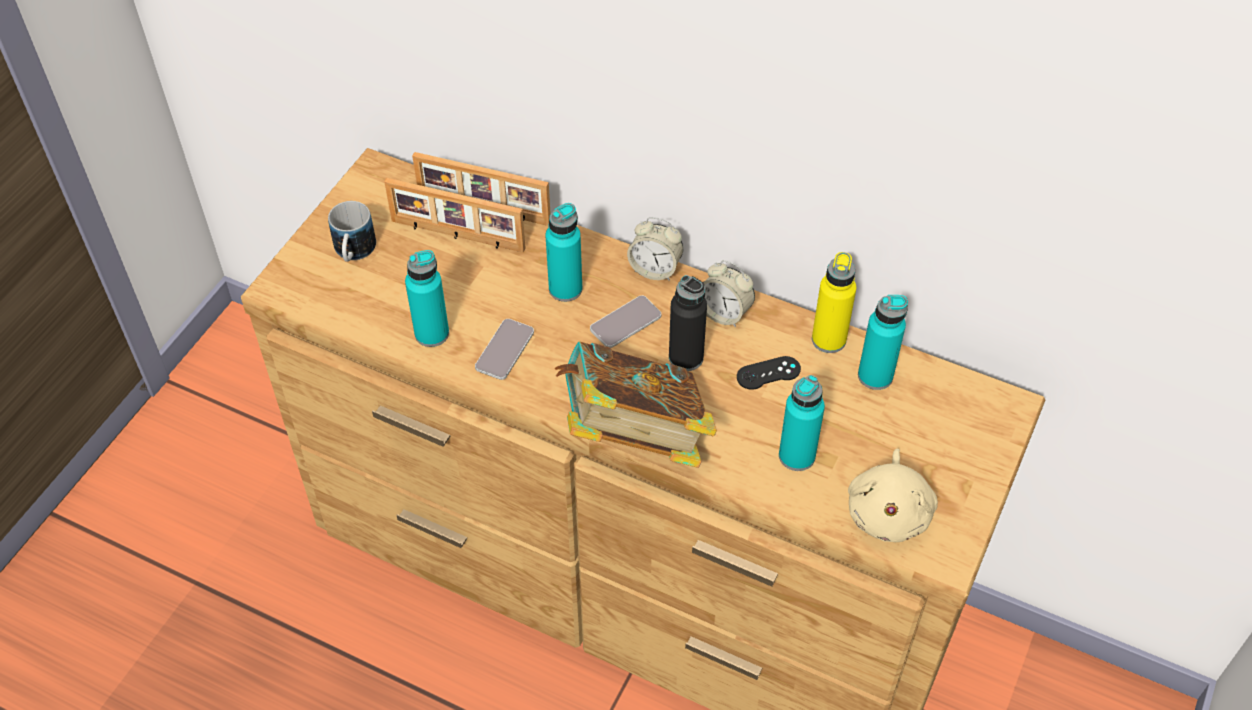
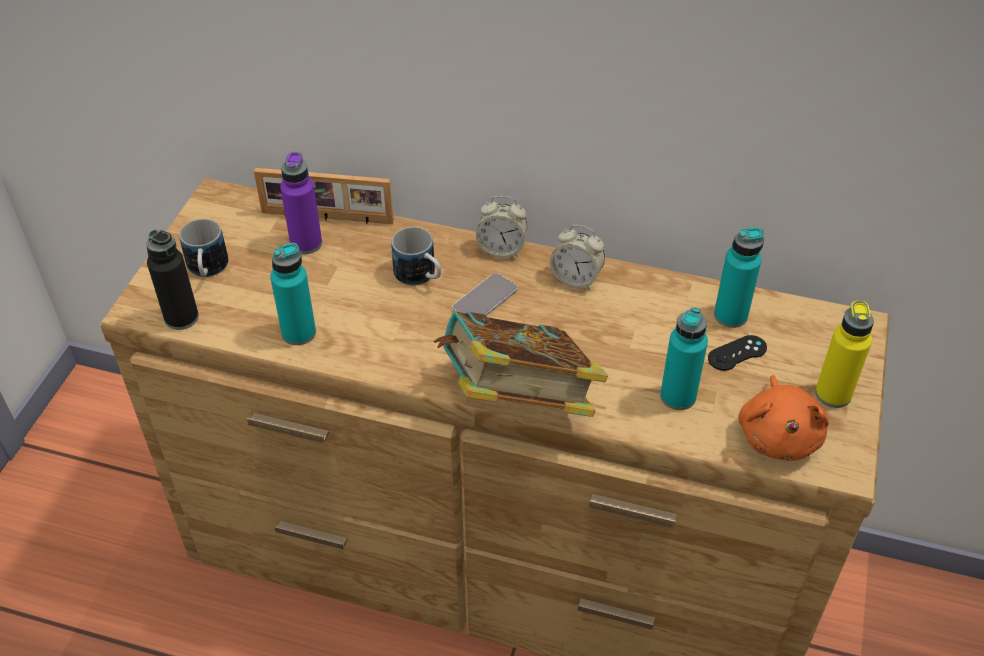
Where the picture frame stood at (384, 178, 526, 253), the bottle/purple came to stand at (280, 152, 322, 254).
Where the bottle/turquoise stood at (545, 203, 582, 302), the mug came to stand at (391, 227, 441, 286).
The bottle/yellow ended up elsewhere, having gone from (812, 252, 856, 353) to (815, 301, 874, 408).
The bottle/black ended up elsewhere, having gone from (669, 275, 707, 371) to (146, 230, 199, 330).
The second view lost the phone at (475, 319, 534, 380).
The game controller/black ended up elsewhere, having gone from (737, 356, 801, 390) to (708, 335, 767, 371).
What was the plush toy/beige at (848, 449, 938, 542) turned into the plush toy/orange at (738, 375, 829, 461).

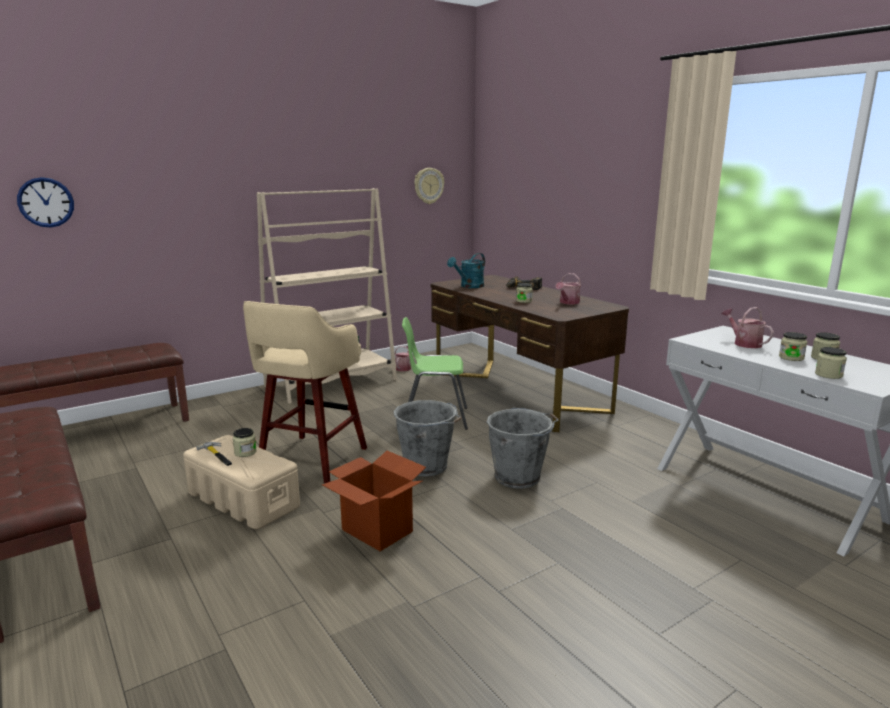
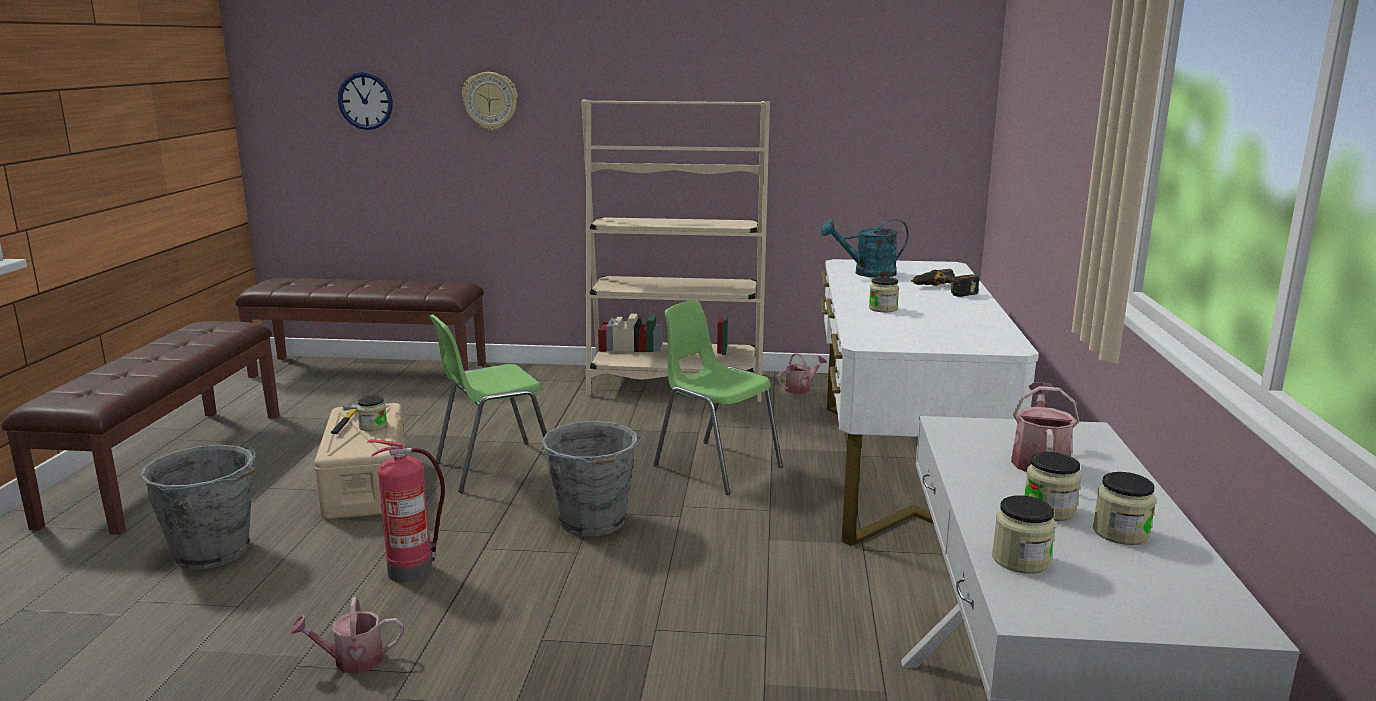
The wall clock ended up elsewhere, having gone from (414, 168, 444, 204) to (462, 72, 518, 130).
The watering can ended up elsewhere, having gone from (556, 273, 581, 304) to (289, 597, 403, 673).
What was the desk/brown at (431, 275, 629, 432) turned into the desk/white at (820, 259, 1039, 546).
Where the stool/beige stood at (243, 301, 367, 483), the chair/green came to stand at (429, 314, 547, 493).
The bucket/grey ended up elsewhere, having gone from (487, 408, 559, 489) to (140, 445, 256, 569).
Where the cardboard box stood at (322, 451, 426, 551), the fire extinguisher came to stand at (367, 439, 445, 583).

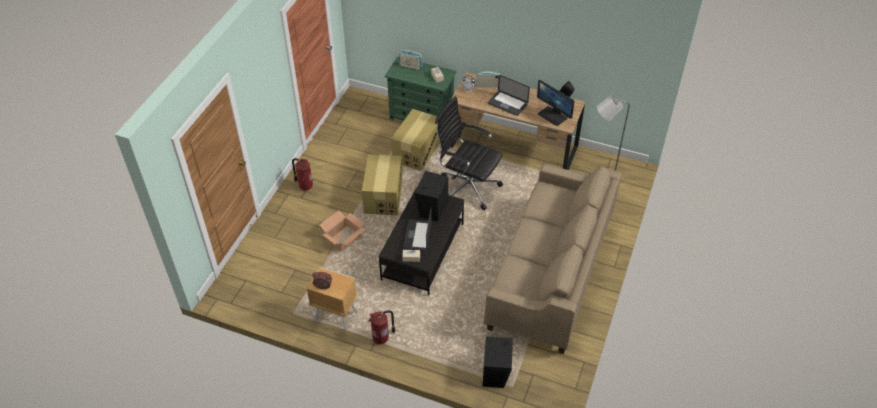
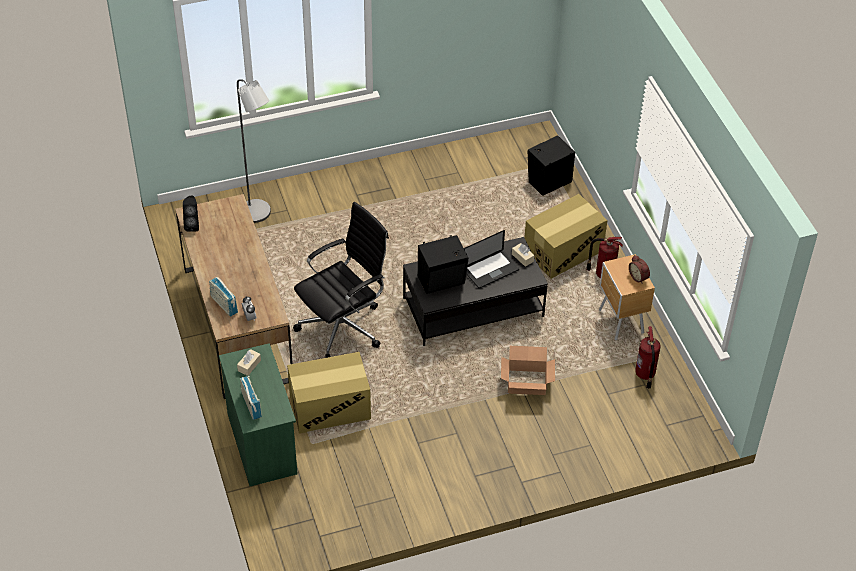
The second view lost the laptop at (488, 75, 530, 116).
The second view lost the monitor at (537, 80, 575, 126).
The office chair/black at (435, 96, 503, 210) ended up facing another way, 120 degrees counterclockwise from before.
The cardboard box ended up elsewhere, having gone from (362, 154, 403, 215) to (524, 194, 607, 279).
The fire extinguisher ended up elsewhere, having gone from (292, 158, 313, 191) to (635, 326, 660, 389).
The second view lost the sofa/beige at (484, 164, 622, 354).

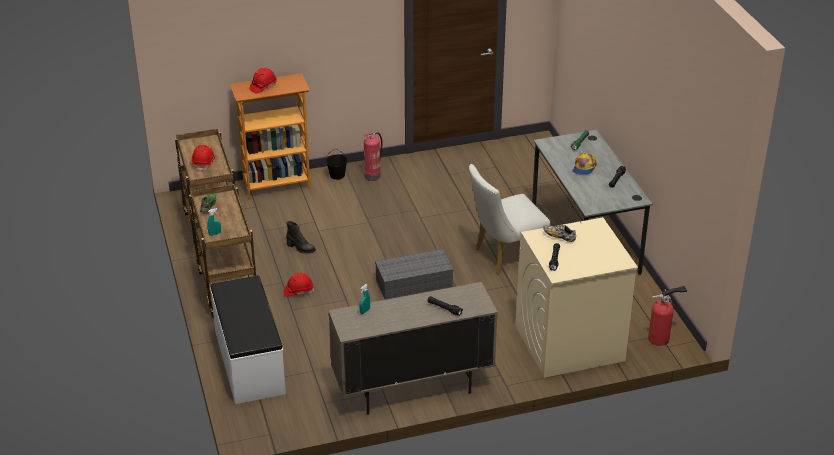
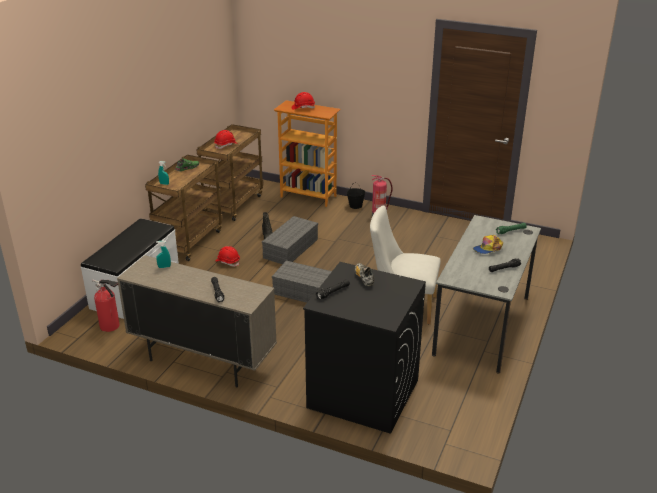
What was the washing machine/beige at (516, 217, 638, 378) turned into the washing machine/black at (303, 262, 426, 434).
The fire extinguisher ended up elsewhere, having gone from (648, 286, 687, 346) to (92, 279, 120, 332).
The second view gained the storage box/grey at (262, 216, 318, 264).

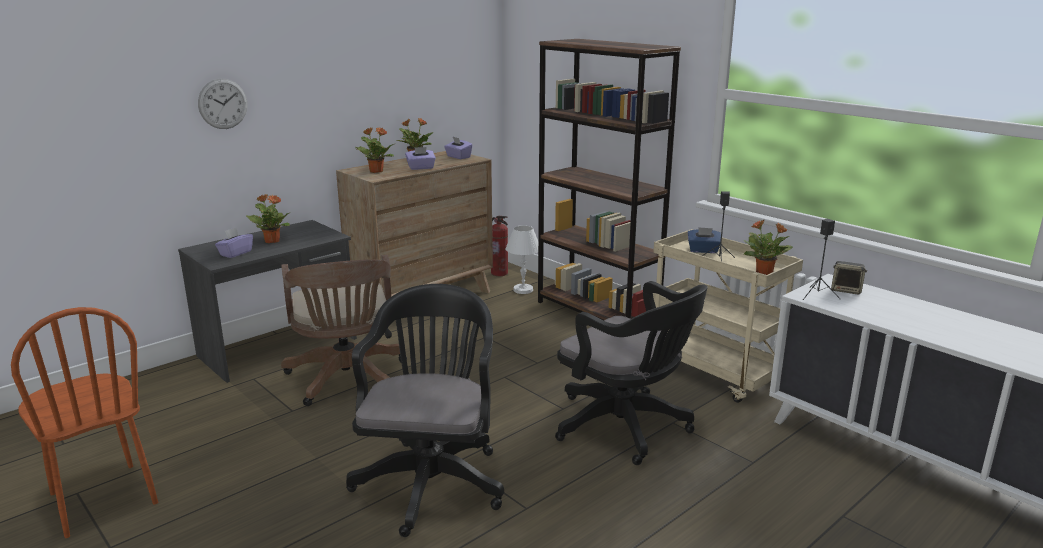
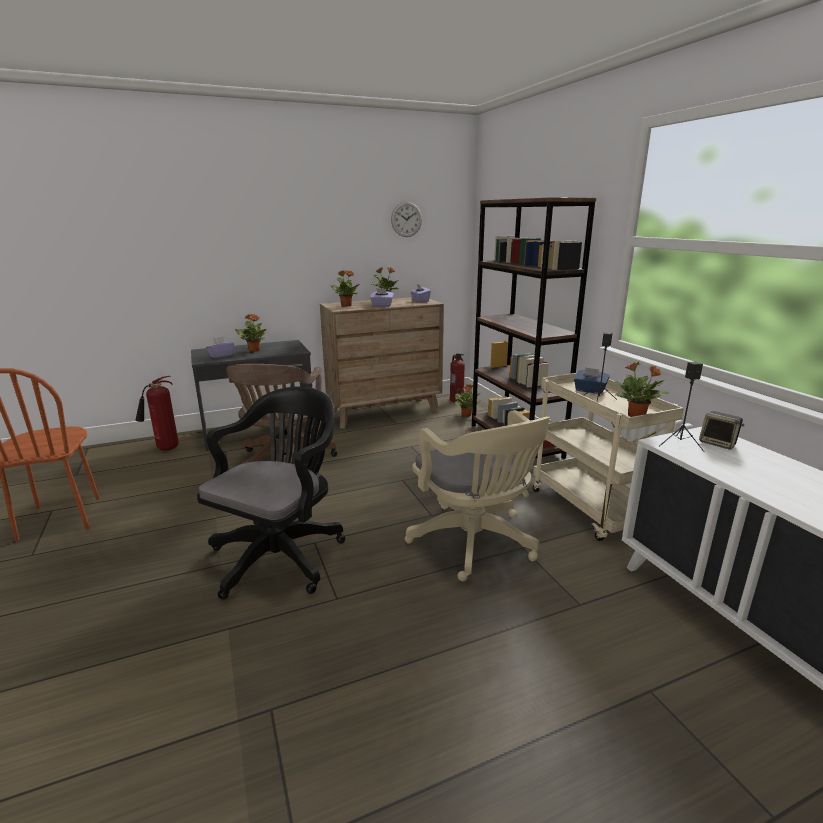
The wall clock ended up elsewhere, having gone from (198, 79, 247, 129) to (391, 202, 422, 237).
Where the table lamp/white stood at (505, 225, 538, 294), the potted plant came to stand at (455, 384, 481, 417).
What was the office chair/black at (555, 281, 708, 465) turned into the office chair/beige at (405, 410, 550, 581).
The second view gained the fire extinguisher at (136, 376, 178, 451).

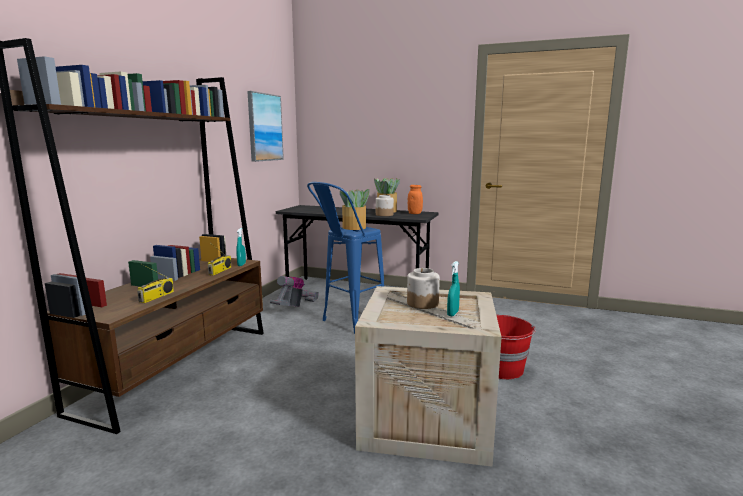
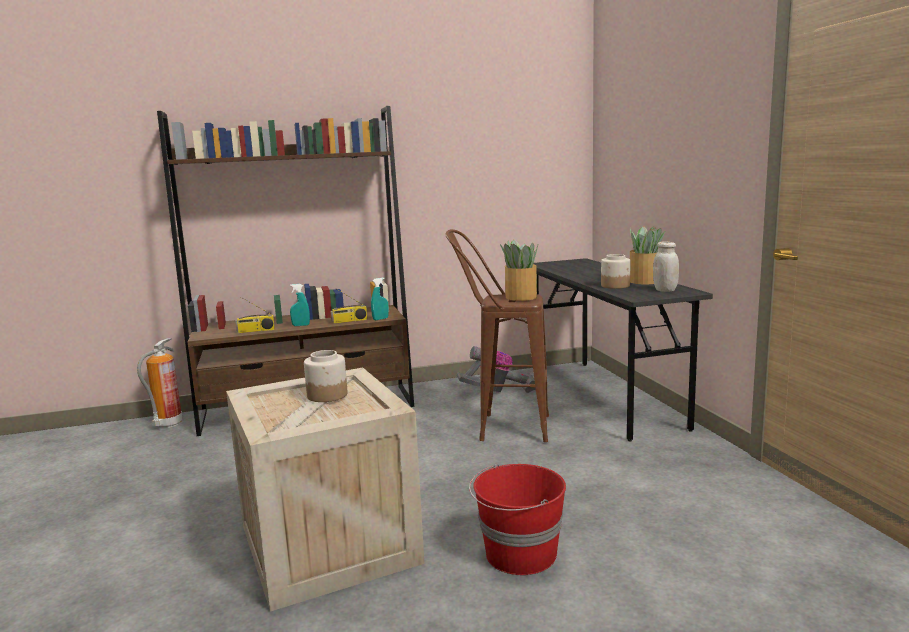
The second view lost the picture at (247, 91, 284, 162).
What was the stool/blue at (307, 182, 384, 334) turned into the stool/brown at (446, 229, 549, 442).
What was the jar/orange at (408, 185, 423, 214) turned into the jar/white at (653, 241, 679, 292).
The spray bottle/turquoise ended up elsewhere, having gone from (447, 261, 460, 316) to (290, 284, 310, 326).
The second view gained the fire extinguisher at (137, 338, 183, 428).

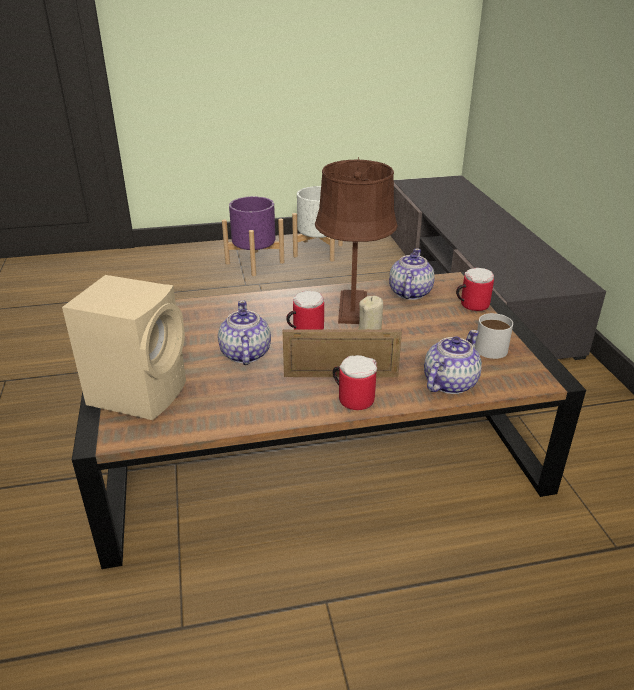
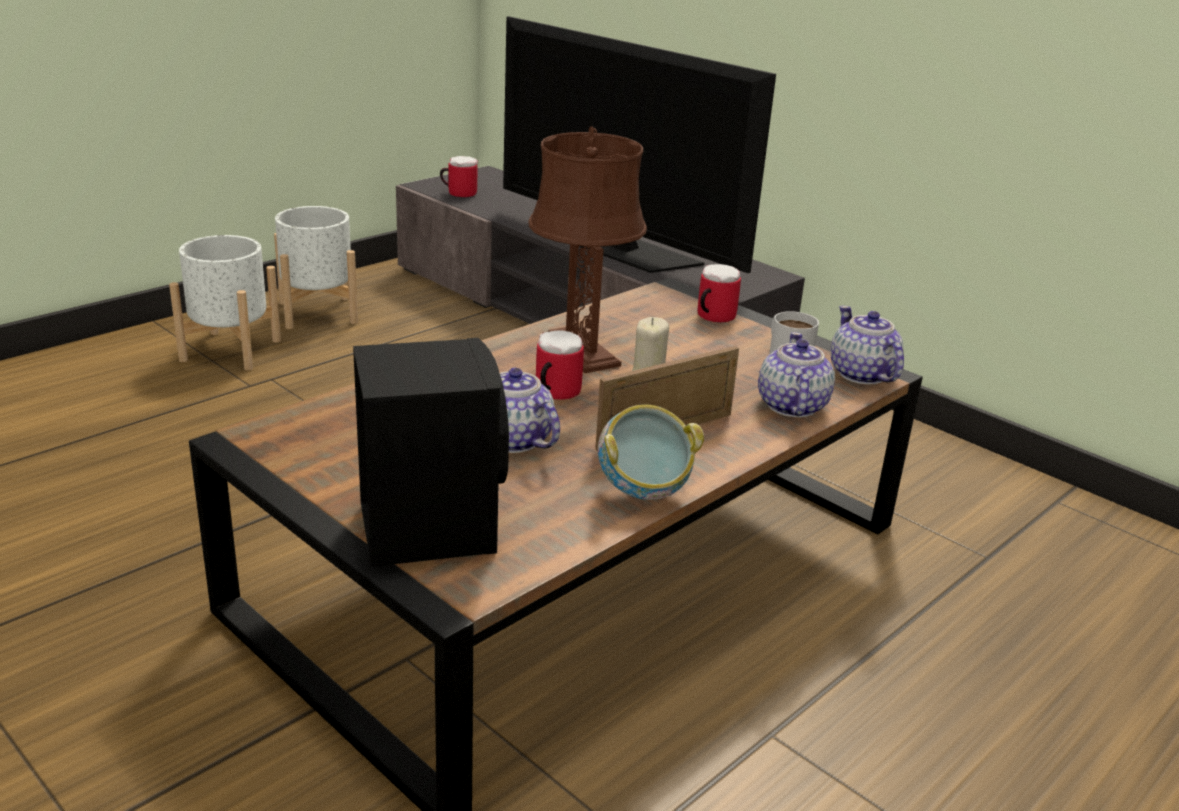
What was the planter/purple at (222, 196, 284, 276) turned into the planter/white at (169, 235, 281, 370).
The teapot ended up elsewhere, having gone from (389, 248, 435, 300) to (831, 306, 904, 384).
What was the speaker/beige at (62, 275, 186, 420) turned into the speaker/black at (353, 338, 509, 567).
The mug ended up elsewhere, having gone from (333, 355, 377, 410) to (440, 156, 478, 197).
The second view gained the television at (503, 16, 776, 273).
The second view gained the bowl at (598, 405, 704, 500).

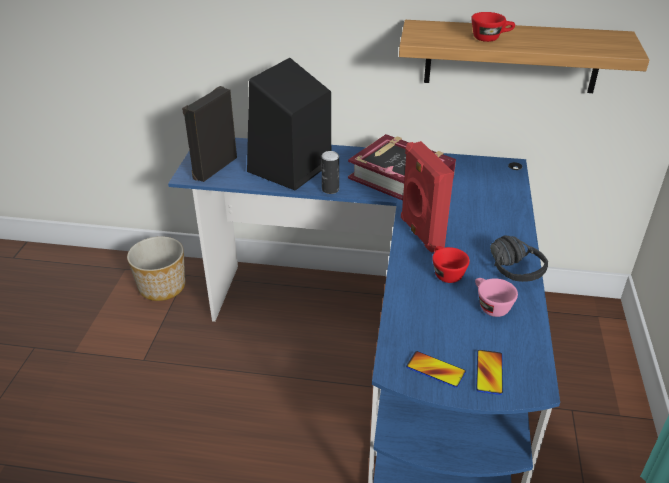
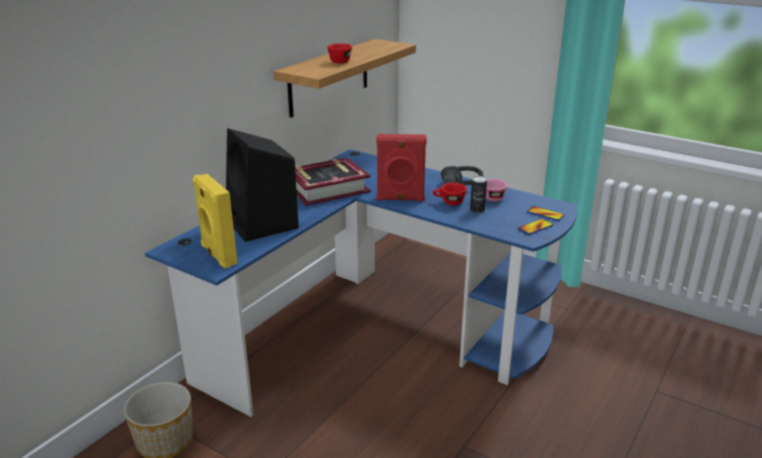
What was the speaker/black at (182, 86, 237, 182) turned into the speaker/yellow at (193, 174, 237, 268).
The can ended up elsewhere, having gone from (321, 151, 339, 194) to (470, 176, 487, 213).

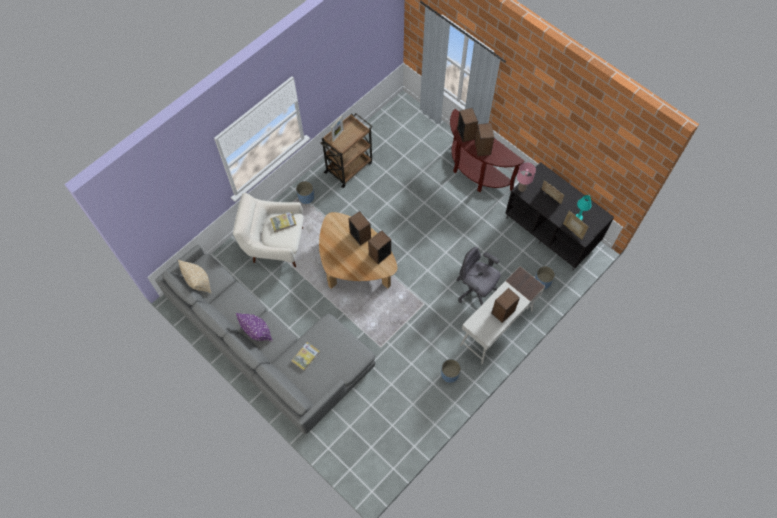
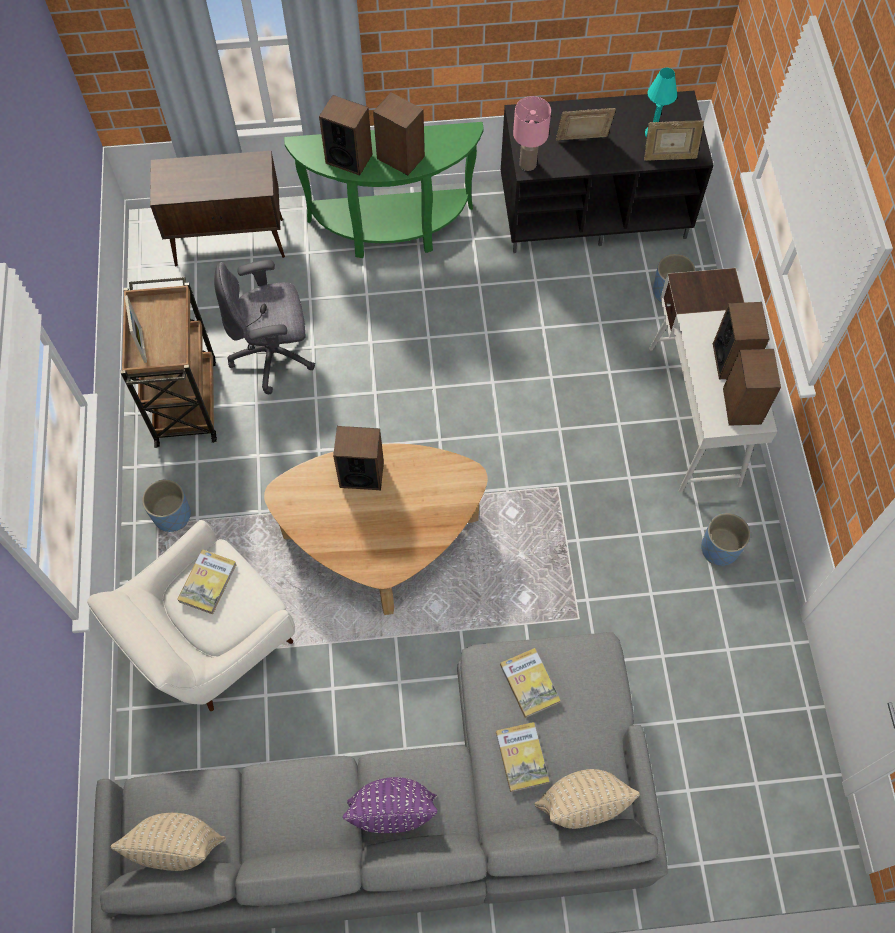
What was the console table/brown at (450, 109, 524, 192) turned into the console table/green at (284, 122, 484, 258).
The speaker ended up elsewhere, having gone from (368, 230, 391, 264) to (723, 349, 781, 426).
The office chair/grey ended up elsewhere, having gone from (456, 247, 501, 305) to (214, 260, 315, 394).
The second view gained the cabinet/brown at (150, 151, 285, 266).
The second view gained the book at (500, 648, 561, 718).
The second view gained the pillow/beige at (535, 769, 640, 829).

